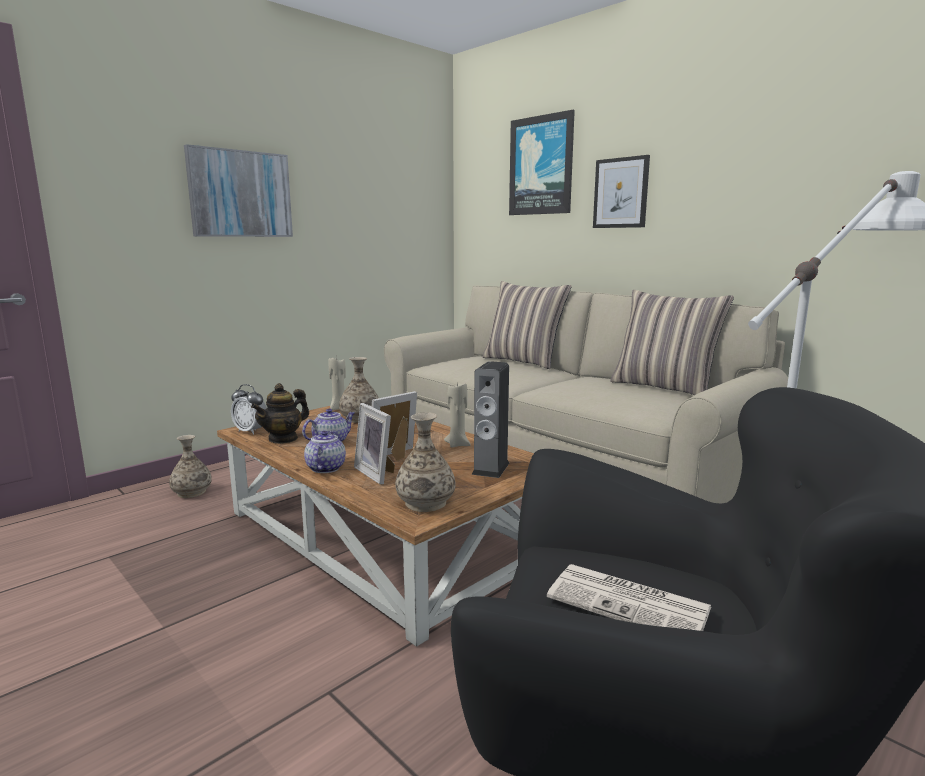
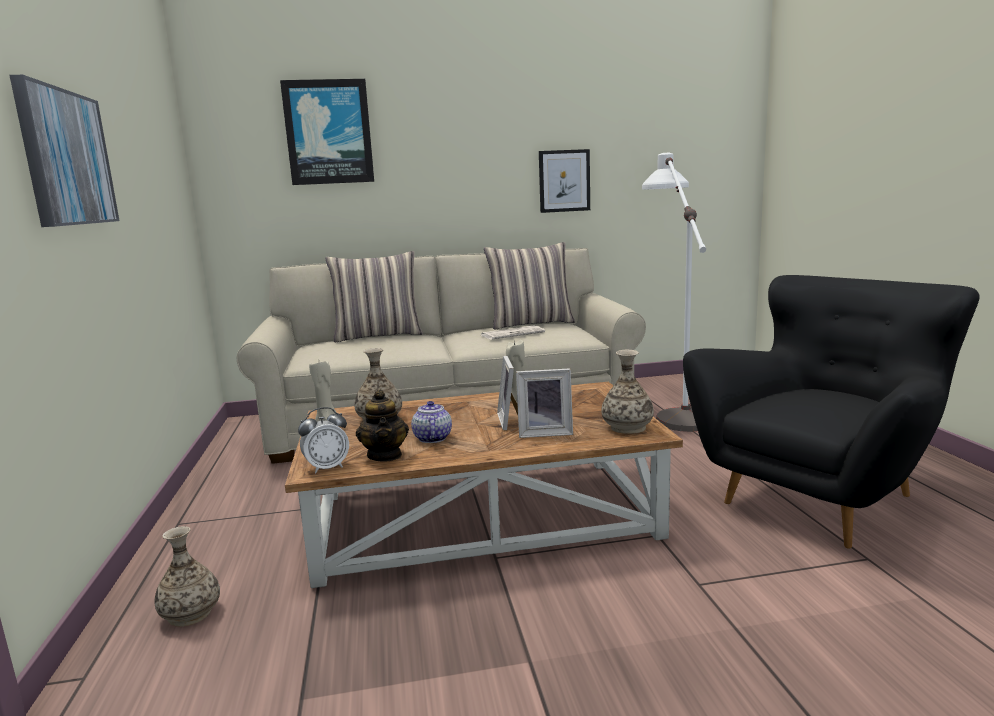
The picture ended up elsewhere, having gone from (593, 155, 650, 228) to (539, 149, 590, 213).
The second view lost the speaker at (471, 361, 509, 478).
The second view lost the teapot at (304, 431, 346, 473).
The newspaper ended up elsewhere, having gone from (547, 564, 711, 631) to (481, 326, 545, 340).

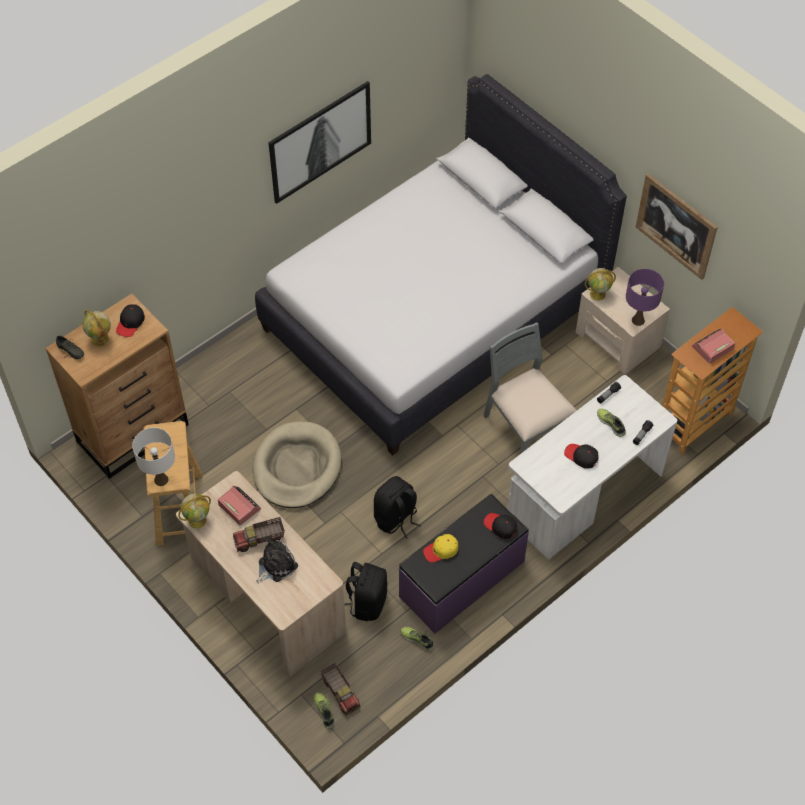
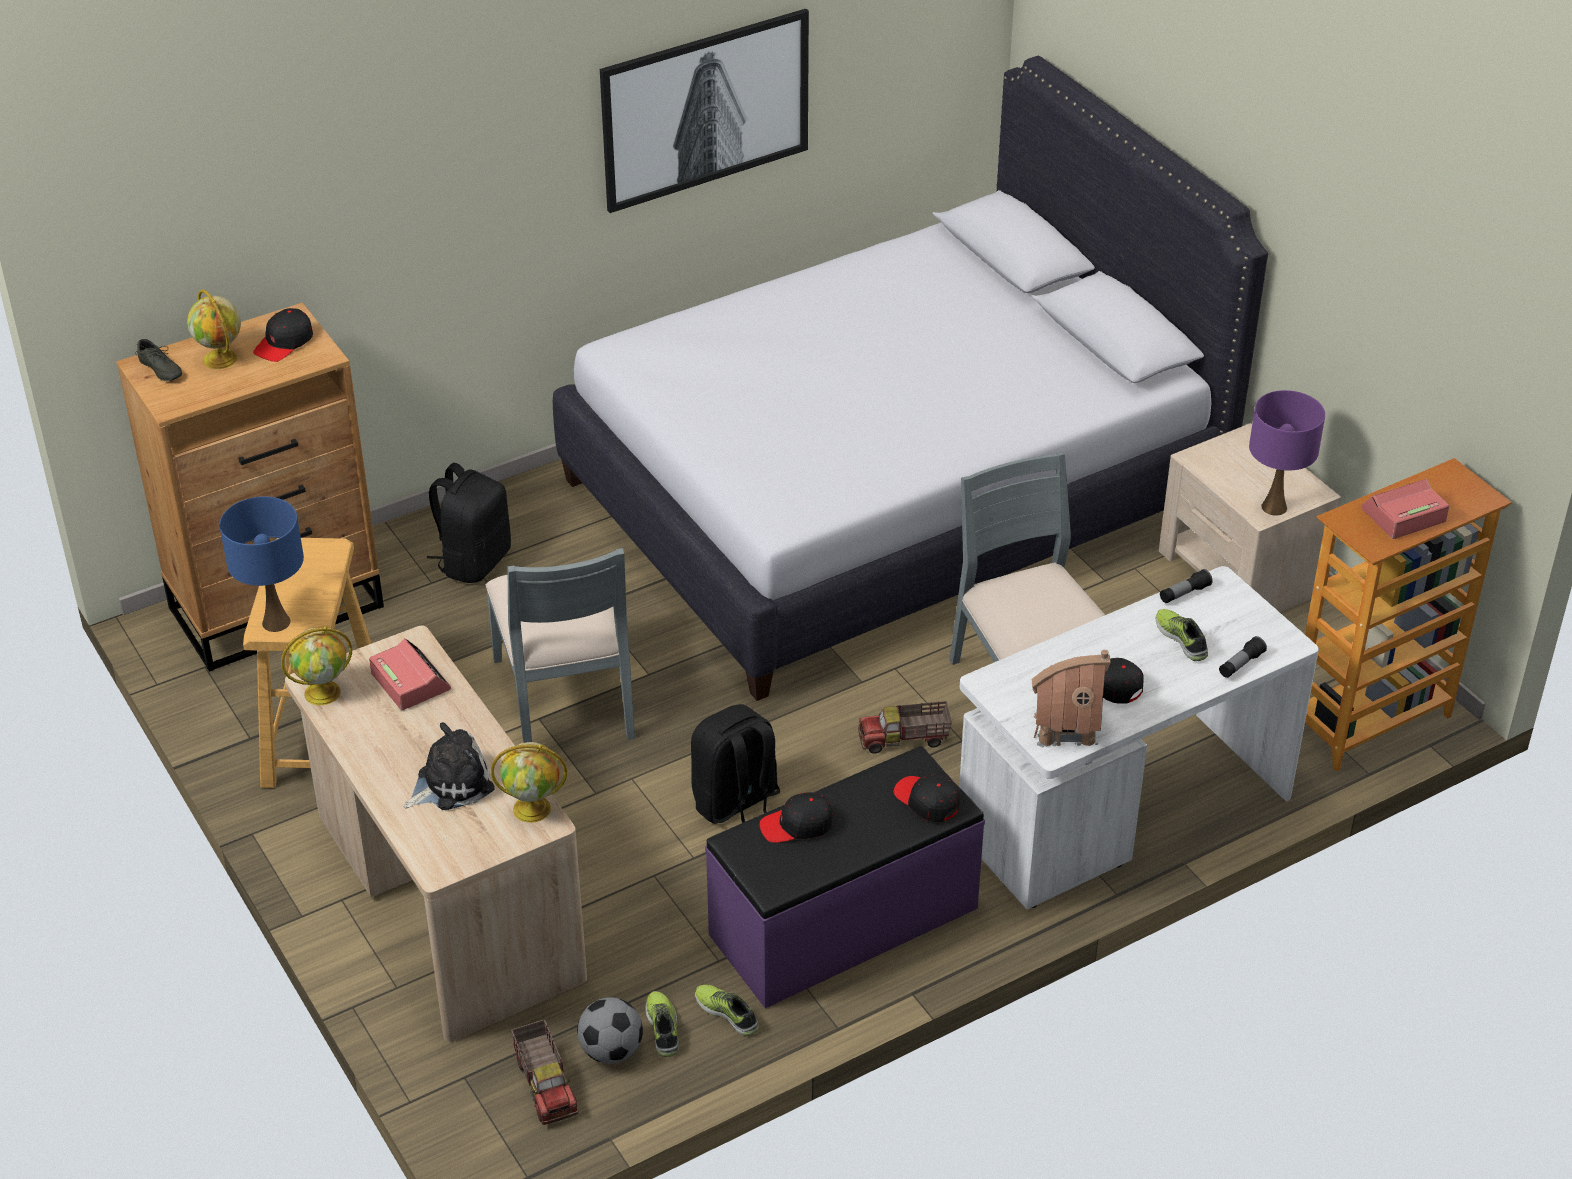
The second view lost the picture at (636, 174, 718, 280).
The globe ended up elsewhere, having gone from (585, 268, 616, 301) to (491, 742, 567, 823).
Where the dog bed/beige stood at (253, 421, 341, 508), the chair/grey came to stand at (486, 548, 635, 743).
What was the table lamp/white at (132, 428, 175, 486) turned into the table lamp/blue at (219, 496, 304, 632).
The toy truck ended up elsewhere, having gone from (233, 517, 285, 552) to (858, 701, 952, 754).
What was the cap/yellow at (423, 534, 458, 562) turned into the cap/black at (760, 792, 833, 843).
The backpack/black ended up elsewhere, having gone from (344, 562, 388, 621) to (427, 463, 511, 583).
The shoe ended up elsewhere, having gone from (314, 693, 335, 729) to (645, 991, 679, 1057).
The second view gained the toy house at (1032, 650, 1111, 752).
The second view gained the football at (577, 997, 643, 1064).

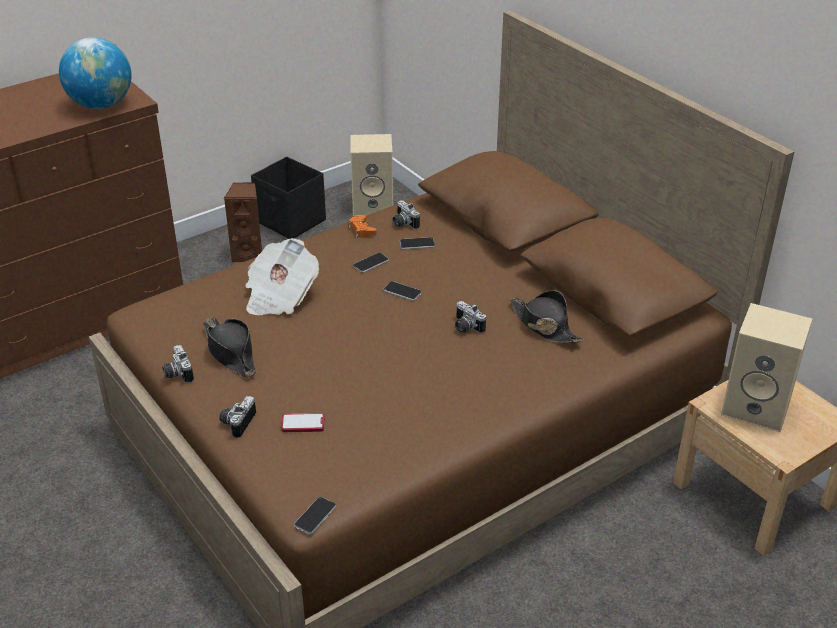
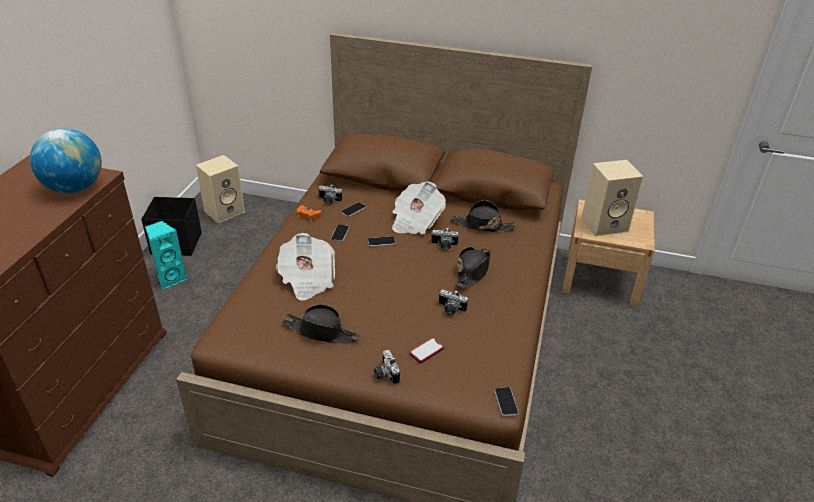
What was the speaker/brown at (224, 182, 262, 263) turned into the speaker/turquoise at (145, 221, 187, 289).
The photo camera ended up elsewhere, having gone from (162, 345, 194, 383) to (439, 290, 468, 315).
The second view gained the newspaper at (392, 182, 446, 234).
The second view gained the hat/black at (456, 247, 491, 288).

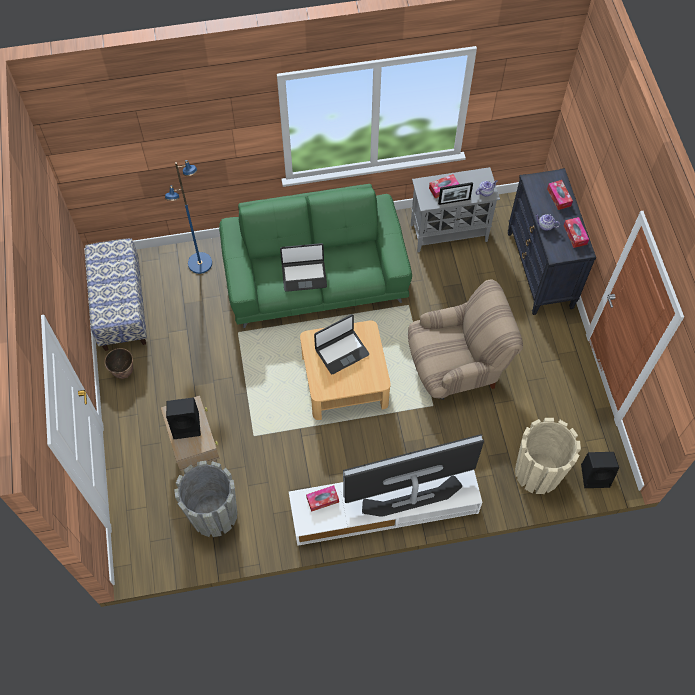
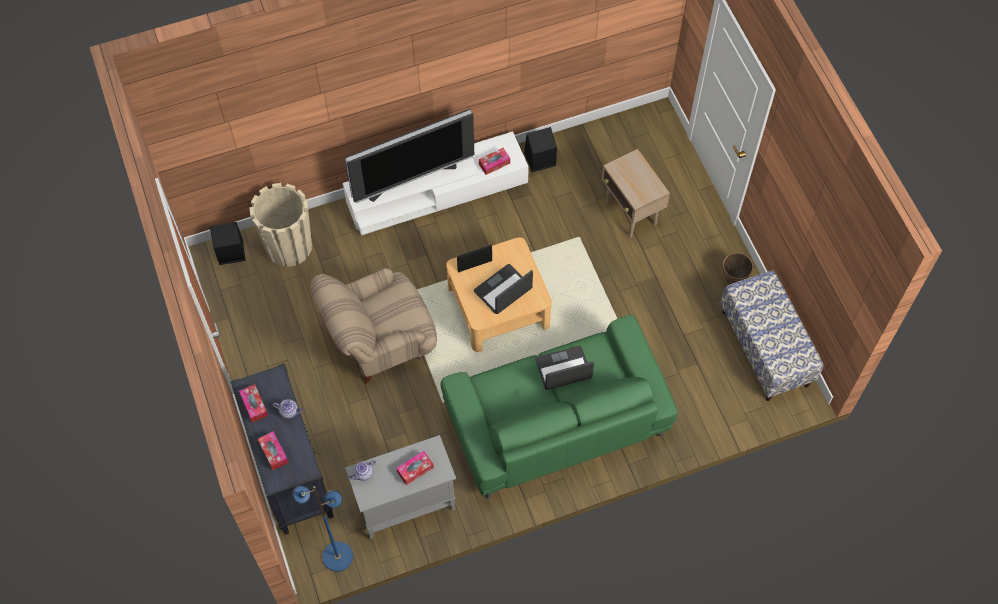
The floor lamp/blue ended up elsewhere, having gone from (165, 160, 212, 274) to (292, 485, 353, 572).
The picture frame ended up elsewhere, having gone from (438, 182, 473, 205) to (457, 245, 492, 273).
The speaker/black ended up elsewhere, having gone from (166, 397, 201, 439) to (524, 127, 557, 172).
The second view lost the planter/grey at (174, 461, 237, 537).

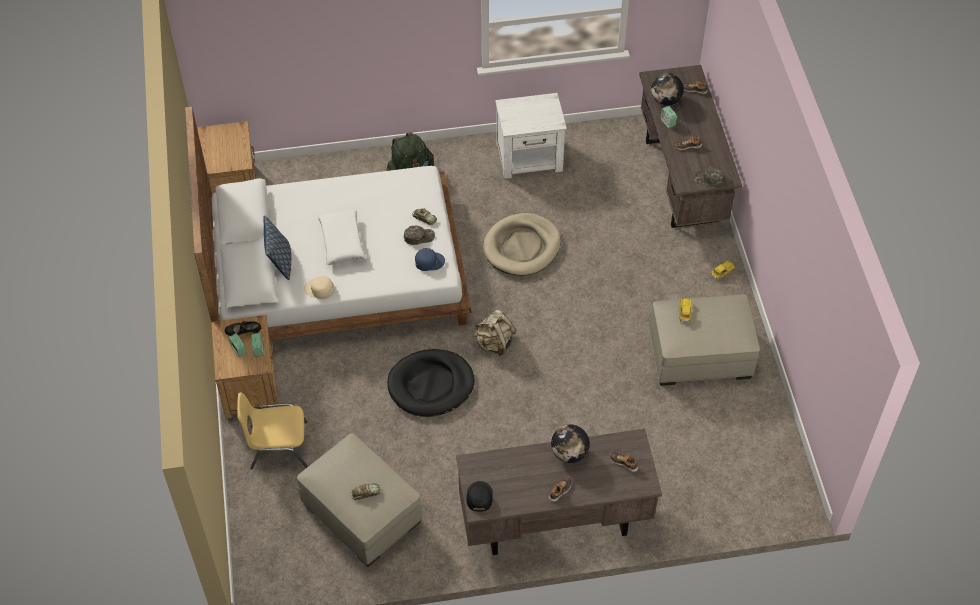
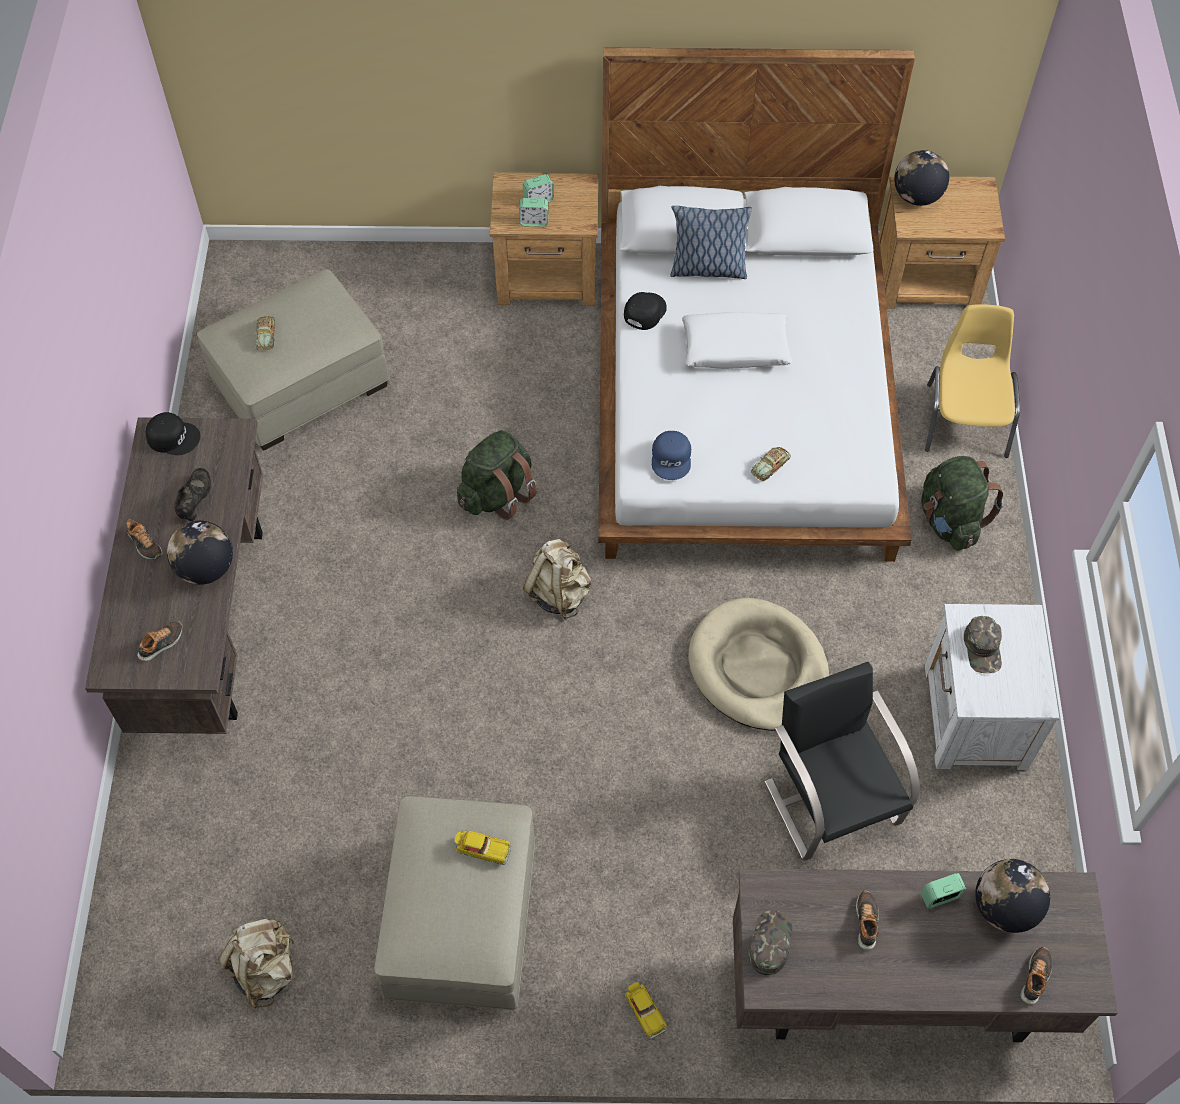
The cap/green ended up elsewhere, having gone from (404, 226, 435, 245) to (964, 616, 1002, 673).
What was the cap/beige at (304, 276, 334, 299) turned into the cap/black at (624, 292, 667, 330).
The shoe/black ended up elsewhere, having gone from (225, 321, 261, 336) to (174, 468, 211, 521).
Where the dog bed/black stood at (387, 349, 475, 417), the backpack/green came to stand at (457, 430, 536, 520).
The chair/yellow ended up elsewhere, having gone from (237, 393, 308, 469) to (925, 304, 1020, 458).
The second view gained the globe at (894, 150, 949, 206).
The second view gained the chair/black at (765, 662, 920, 861).
The second view gained the backpack/beige at (218, 919, 295, 1009).

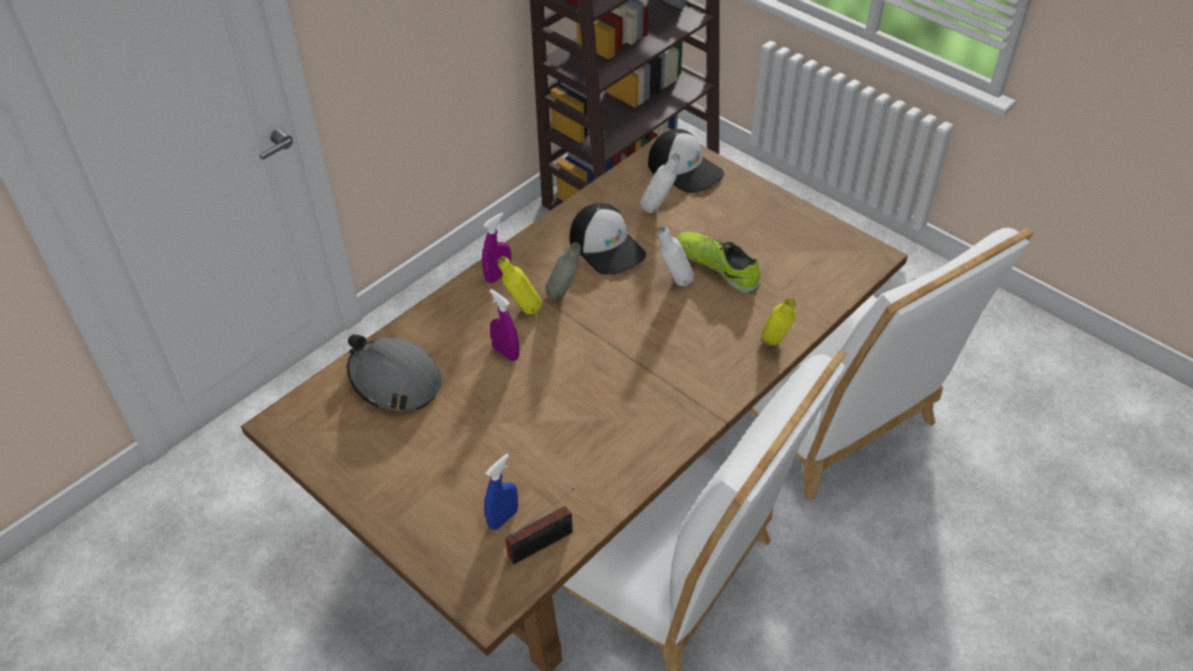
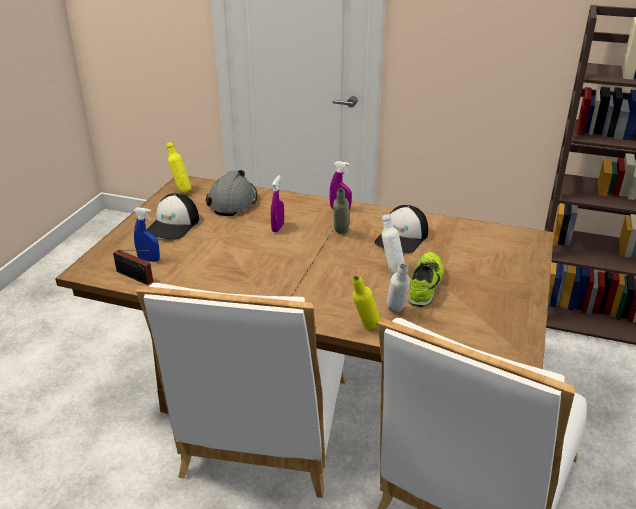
The cap ended up elsewhere, having gone from (648, 129, 724, 193) to (147, 193, 199, 239).
The bottle/white ended up elsewhere, having gone from (641, 153, 680, 213) to (386, 263, 410, 312).
The bottle/yellow ended up elsewhere, having gone from (497, 256, 542, 315) to (166, 142, 192, 193).

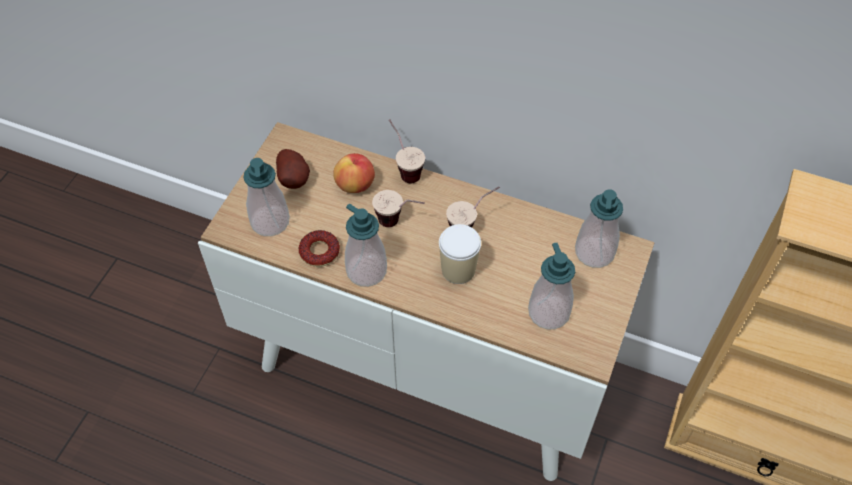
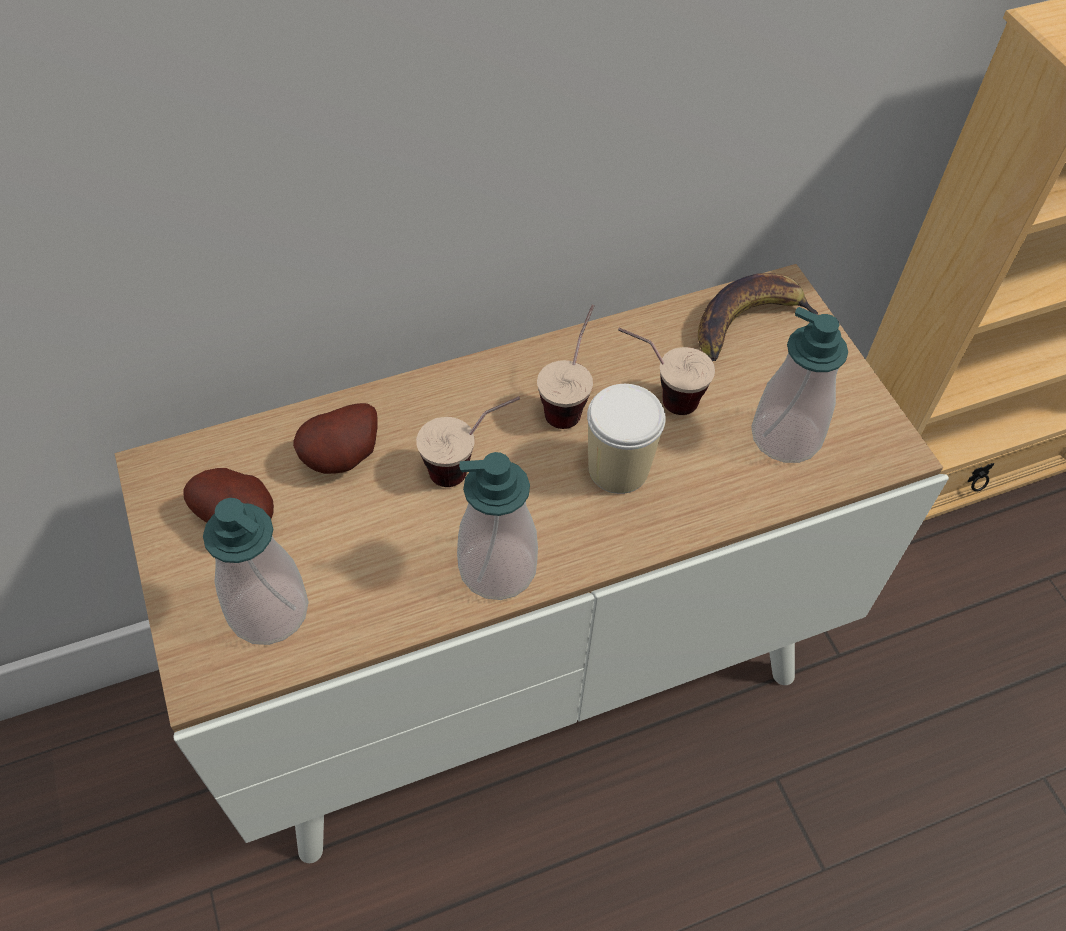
The cup ended up elsewhere, having gone from (389, 119, 425, 183) to (618, 328, 715, 415).
Where the apple stood at (333, 153, 375, 193), the potato came to stand at (293, 403, 378, 474).
Where the soap dispenser stood at (575, 189, 623, 268), the banana came to stand at (698, 273, 818, 361).
The second view lost the donut at (299, 230, 340, 267).

